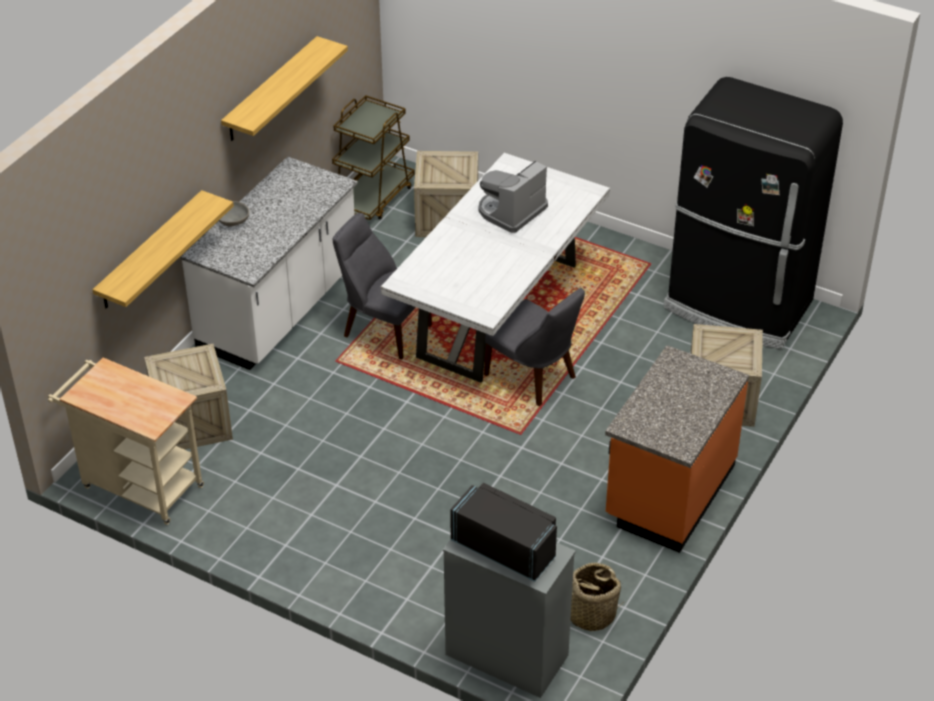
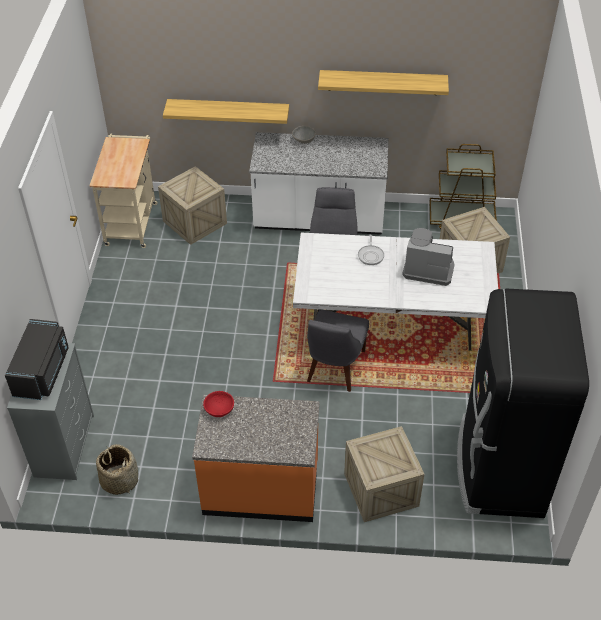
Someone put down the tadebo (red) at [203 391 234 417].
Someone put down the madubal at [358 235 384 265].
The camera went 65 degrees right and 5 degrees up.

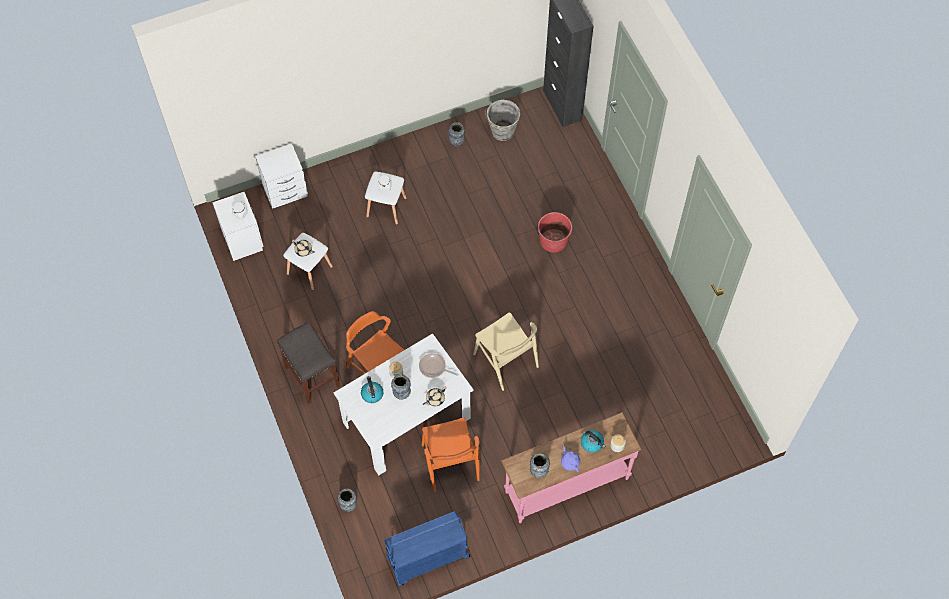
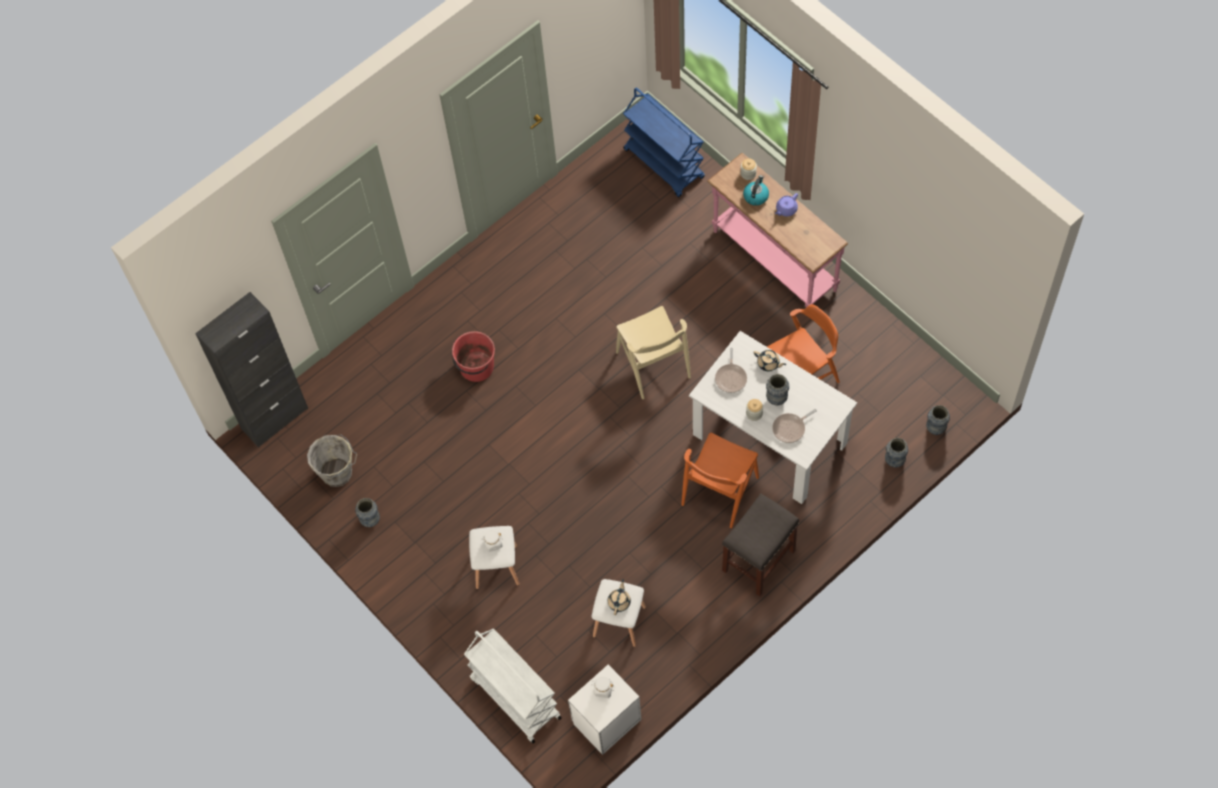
Someone carried the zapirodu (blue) from [384 511 470 586] to [623 88 705 197].
Someone carried the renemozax from [530 453 550 478] to [926 405 950 435].
Someone swapped the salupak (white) at [255 143 308 209] for the zapirodu (white) at [464 629 562 744].
Someone swapped the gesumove at [361 376 383 403] for the madubal at [772 409 817 443].
Someone rotated the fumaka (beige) at [473 312 539 391] by 120 degrees clockwise.
The camera went 105 degrees left and 0 degrees up.

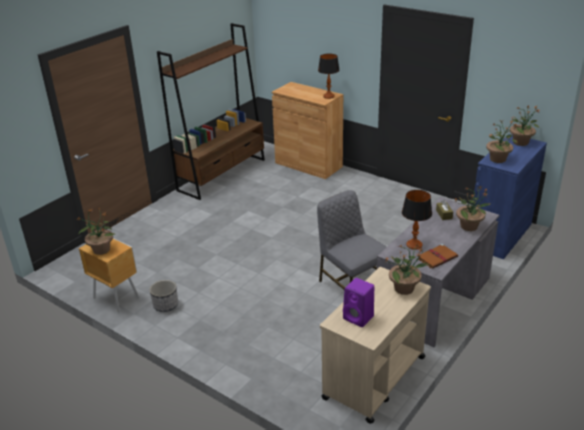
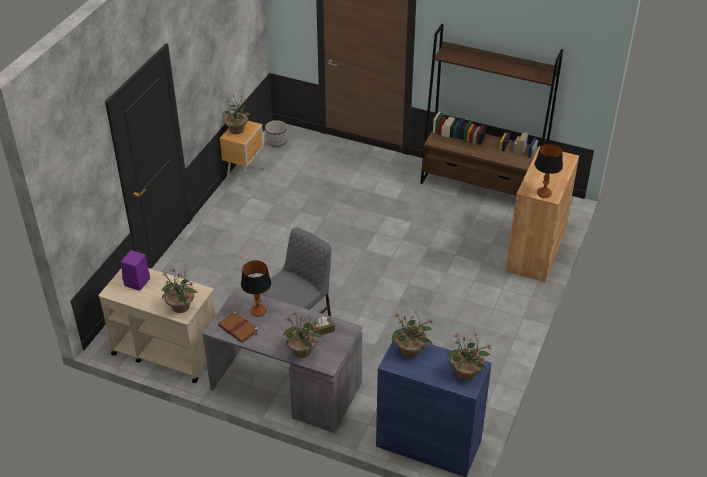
Someone carried the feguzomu from [150 280 178 312] to [265 120 287 147].
The camera went 75 degrees right and 10 degrees up.

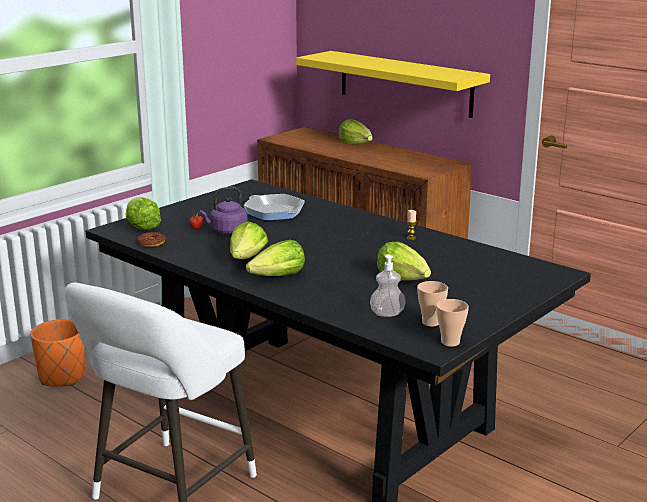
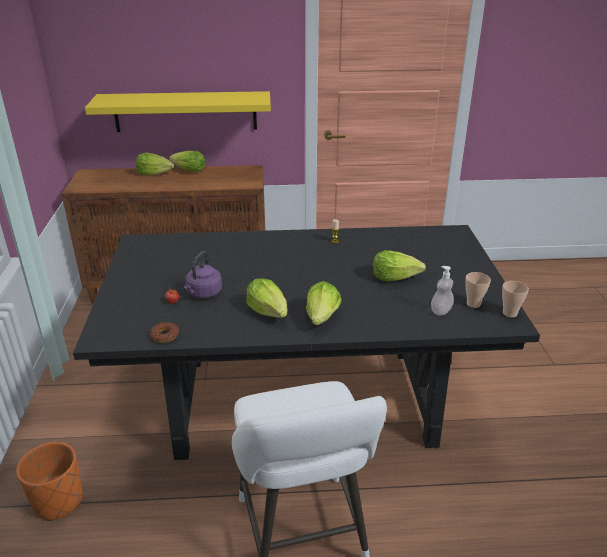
Someone took away the madubal at [243 194 305 221].
Someone carried the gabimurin from [126 197 161 230] to [169 151 205 172].
The camera went 45 degrees left and 10 degrees up.

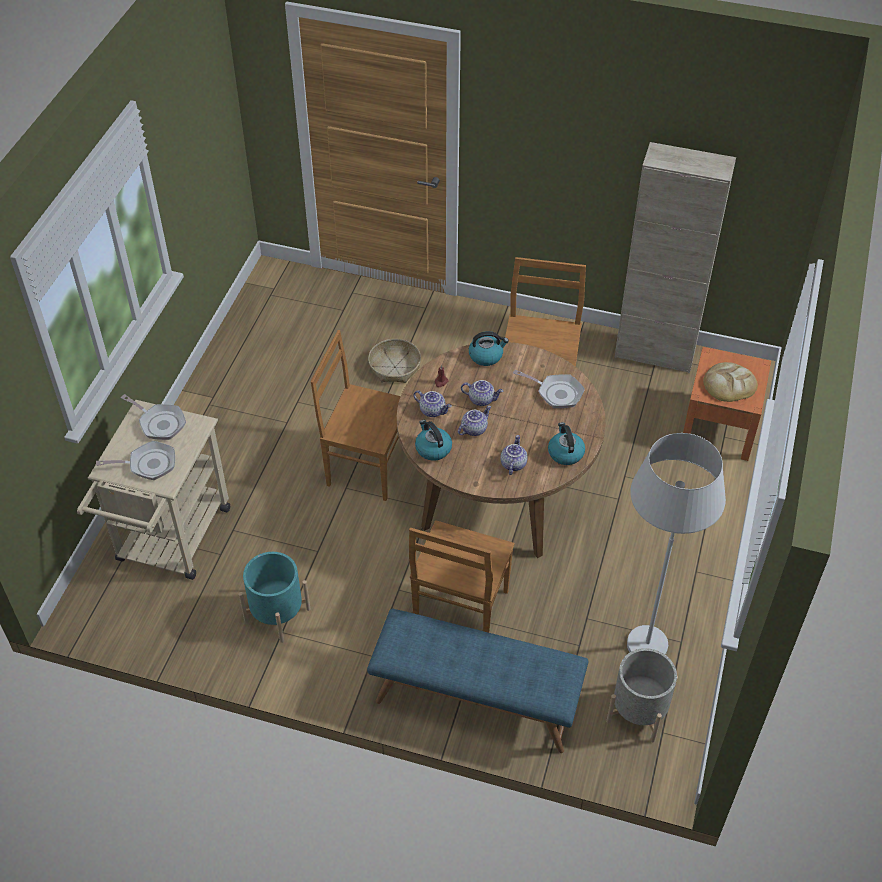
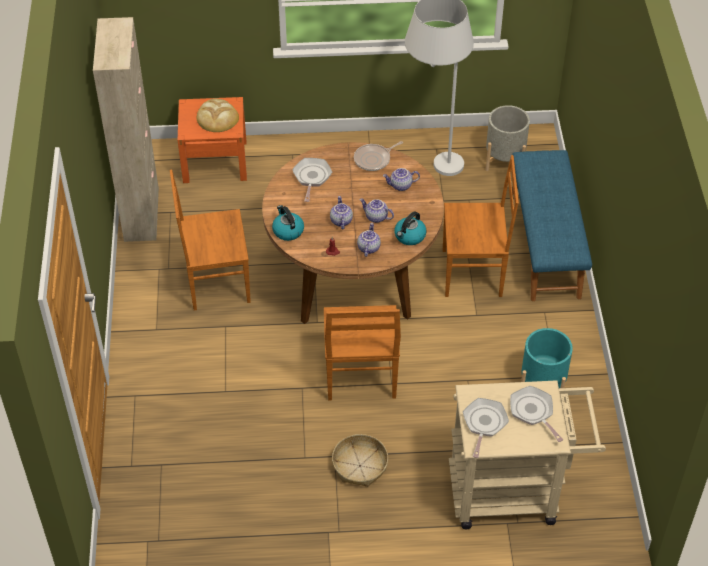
Someone carried the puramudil from [368 339 421 383] to [332 434 388 487].
Someone swapped the gesumove at [548 422 585 465] for the madubal at [354 141 403 171].
The camera went 110 degrees left and 0 degrees up.

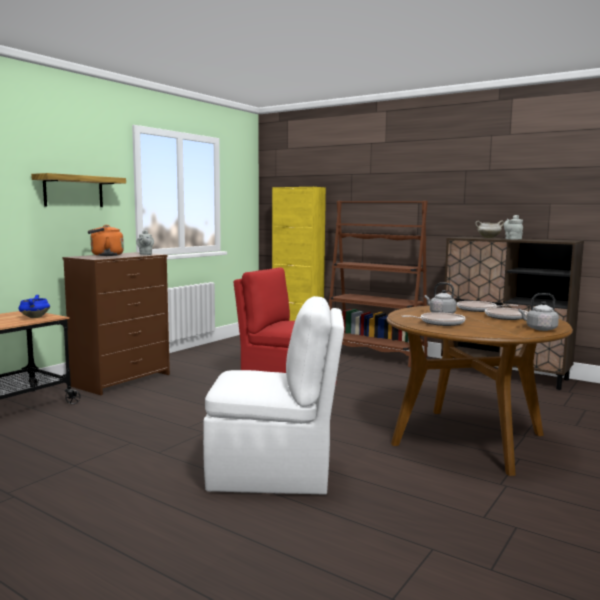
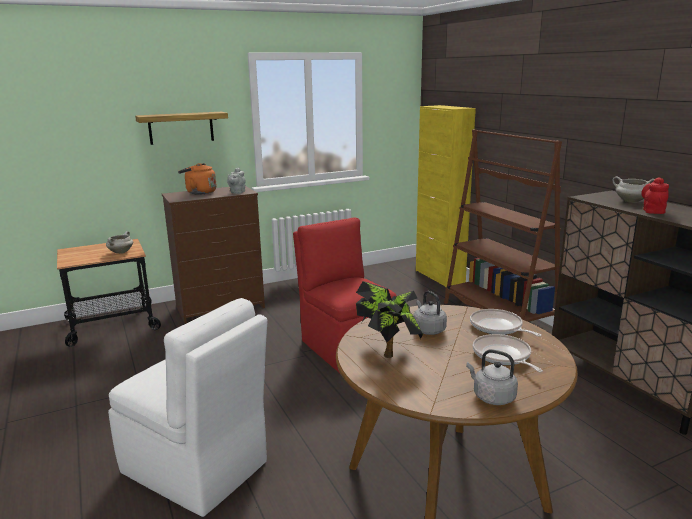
Someone swapped the madubal at [402 312 466 326] for the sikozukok at [356 281 423 358].
Someone repainted the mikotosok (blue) at [18 295 50 318], which became the mikotosok (white) at [106 231 133 254].
Someone repainted the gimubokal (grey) at [504 215 523 240], which became the gimubokal (red) at [641 177 669 214].
The camera went 30 degrees right and 10 degrees up.

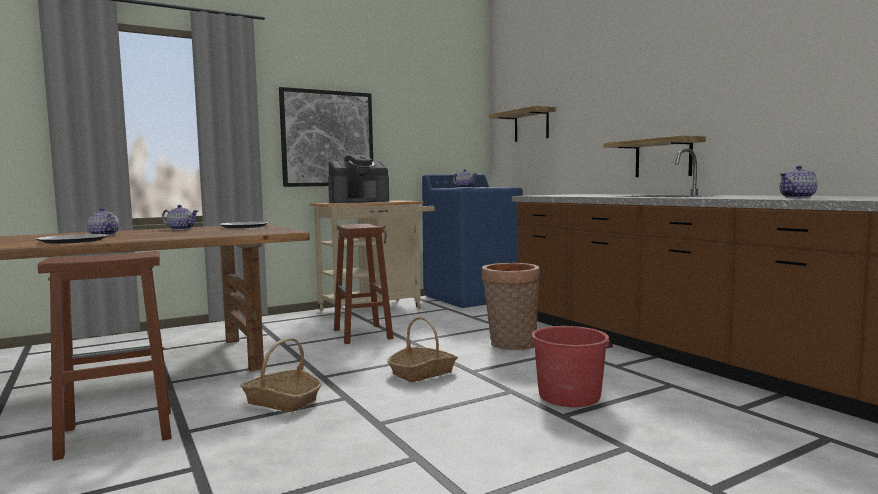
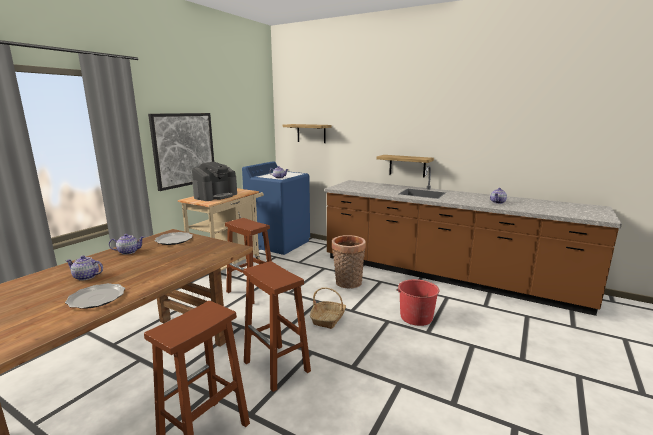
Someone swapped the puramudil at [240 338 322 412] for the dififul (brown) at [243 261 311 392].
The camera went 30 degrees left and 10 degrees up.

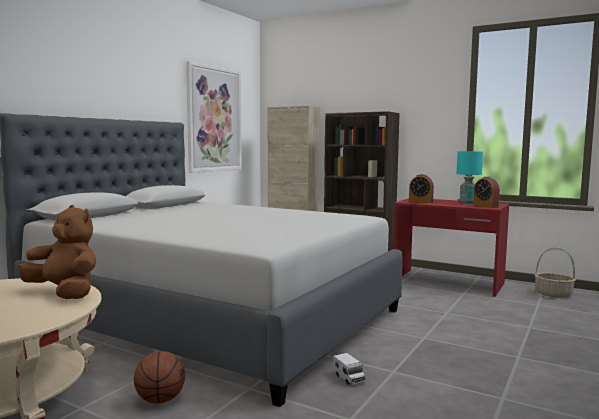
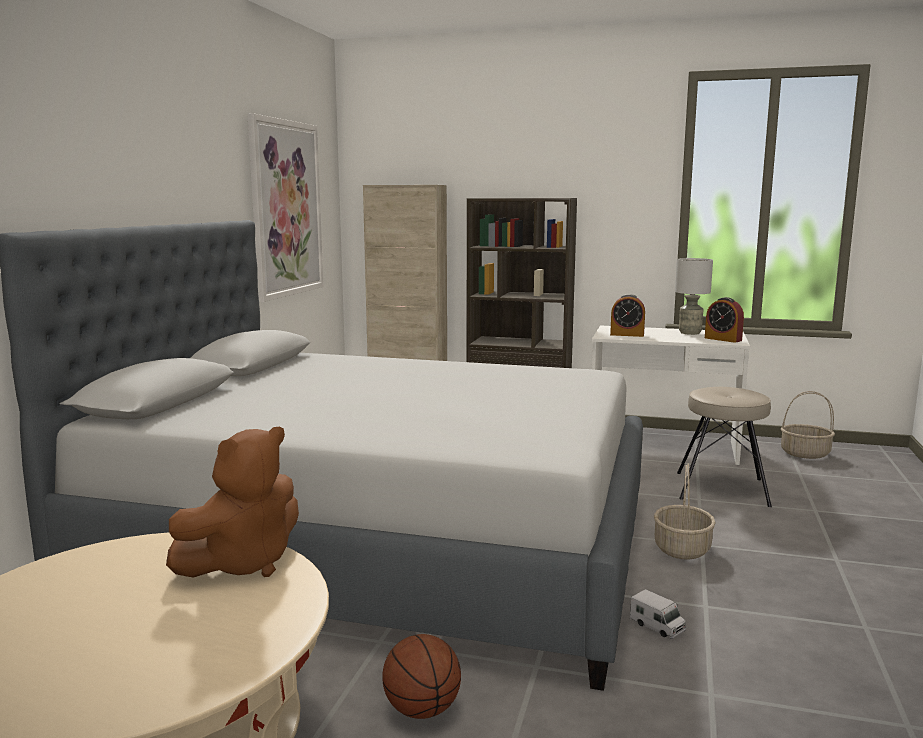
Someone put down the puramudil at [654 463 716 560].
Someone put down the dififul (beige) at [677 387 772 507].
Someone repainted the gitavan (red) at [393 198 510 297], which became the gitavan (white) at [592 325 750 465].
Someone repainted the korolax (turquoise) at [457 151 483 204], which became the korolax (grey) at [675 258 713 335].
Someone rotated the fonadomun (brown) at [17 205 96 299] by 120 degrees clockwise.
The camera went 15 degrees left and 5 degrees up.

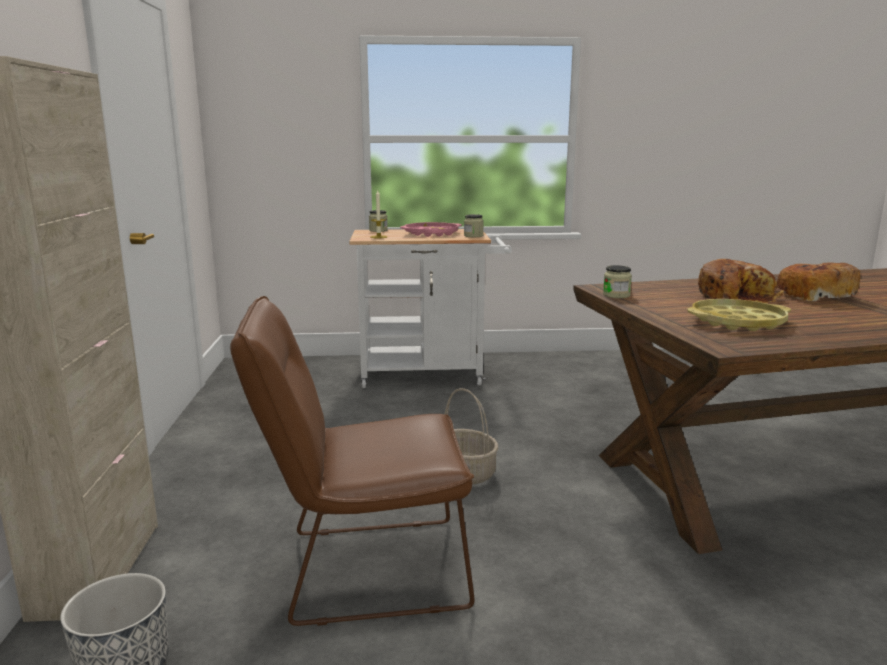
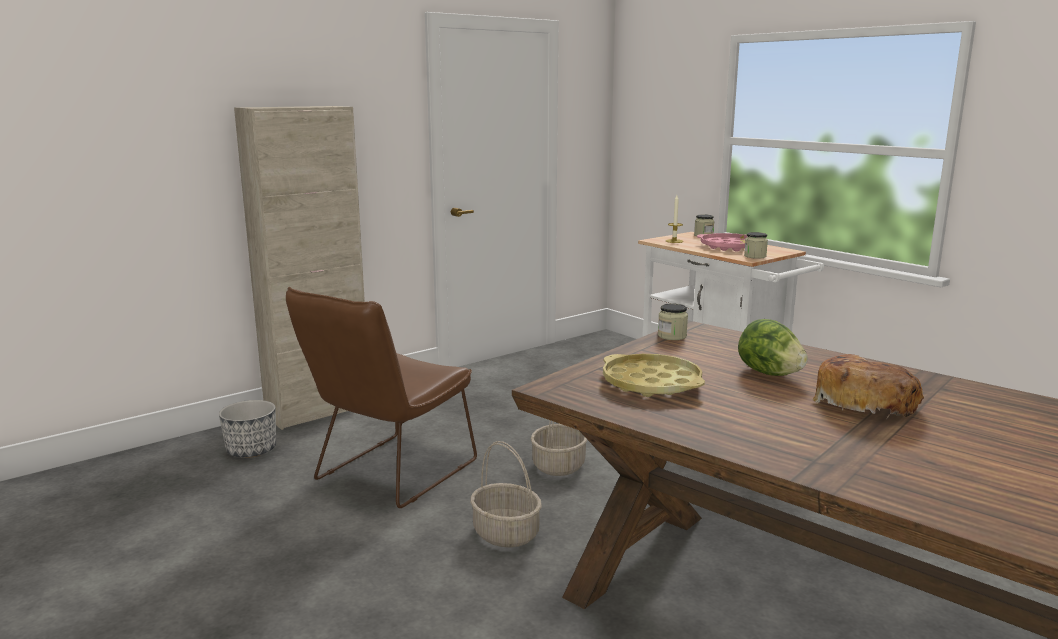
Someone put down the puramudil at [470 441 542 548].
Someone swapped the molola at [698 259 784 303] for the gabimurin at [738 319 808 376].
Someone rotated the fumaka (brown) at [230 296 474 626] by 105 degrees counterclockwise.
The camera went 55 degrees right and 0 degrees up.

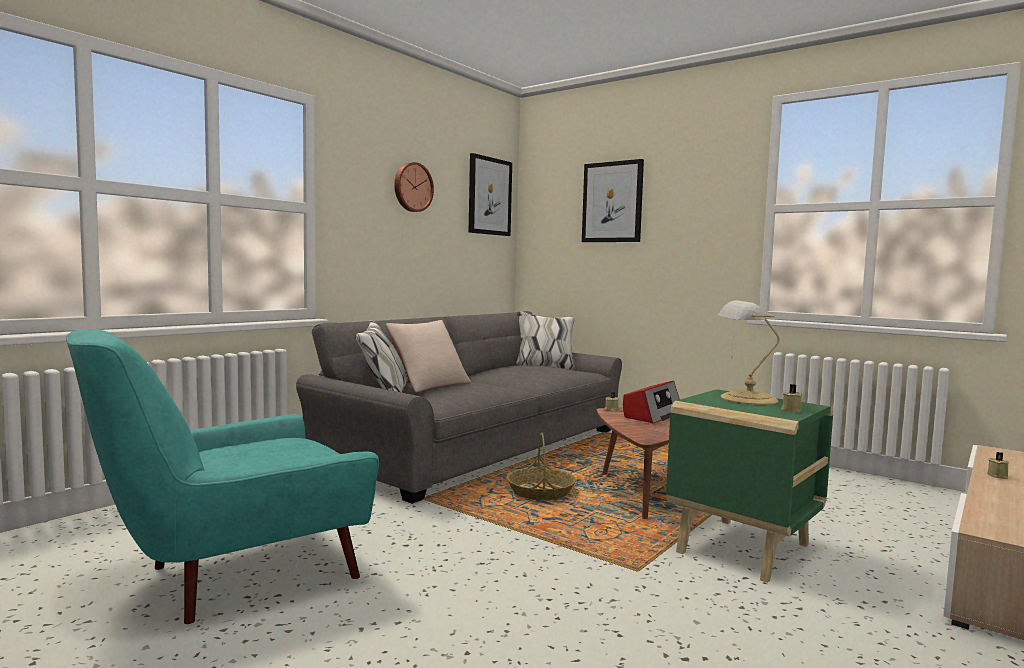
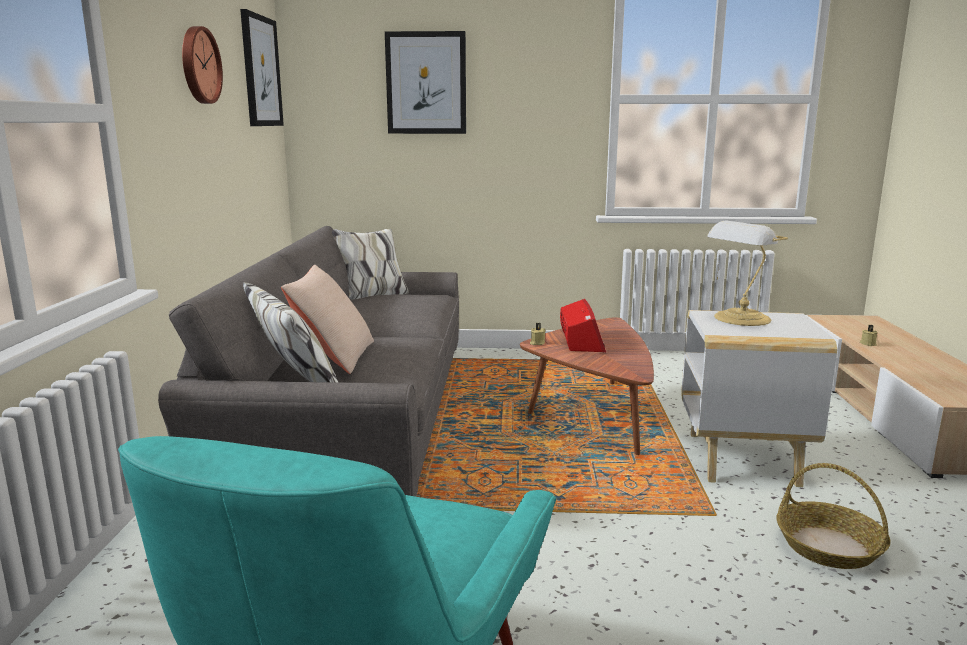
Someone took away the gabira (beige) at [781 384 802 412].
Someone carried the puramudil from [506 433 576 500] to [777 463 891 569].
Someone repainted the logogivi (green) at [666 389 833 583], which became the logogivi (white) at [681 310 837 487].
The camera went 35 degrees left and 10 degrees up.

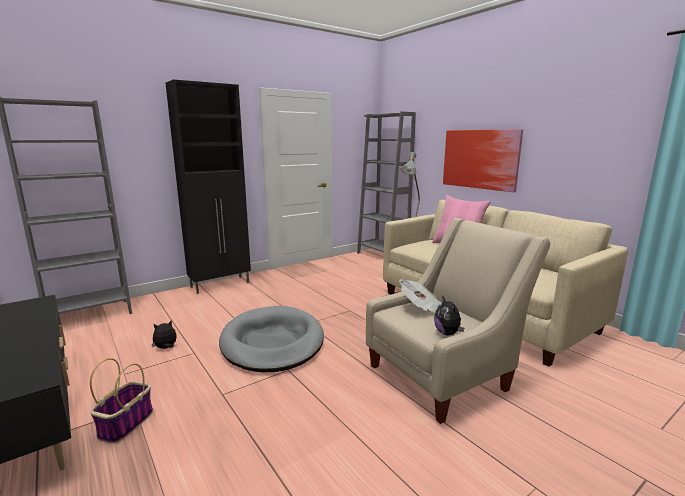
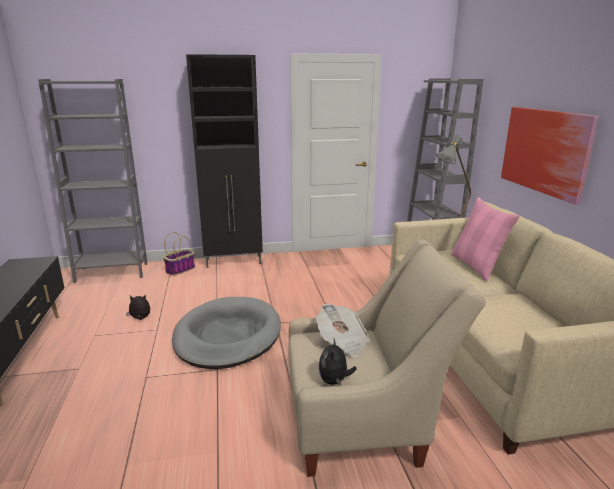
Someone carried the puramudil from [90 358 153 444] to [163 232 195 276].
The camera went 25 degrees right and 5 degrees up.

